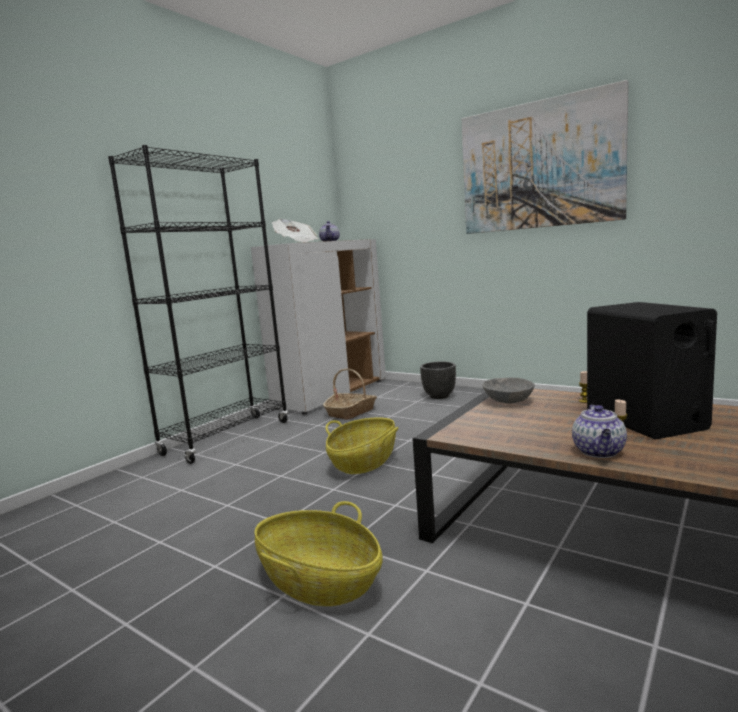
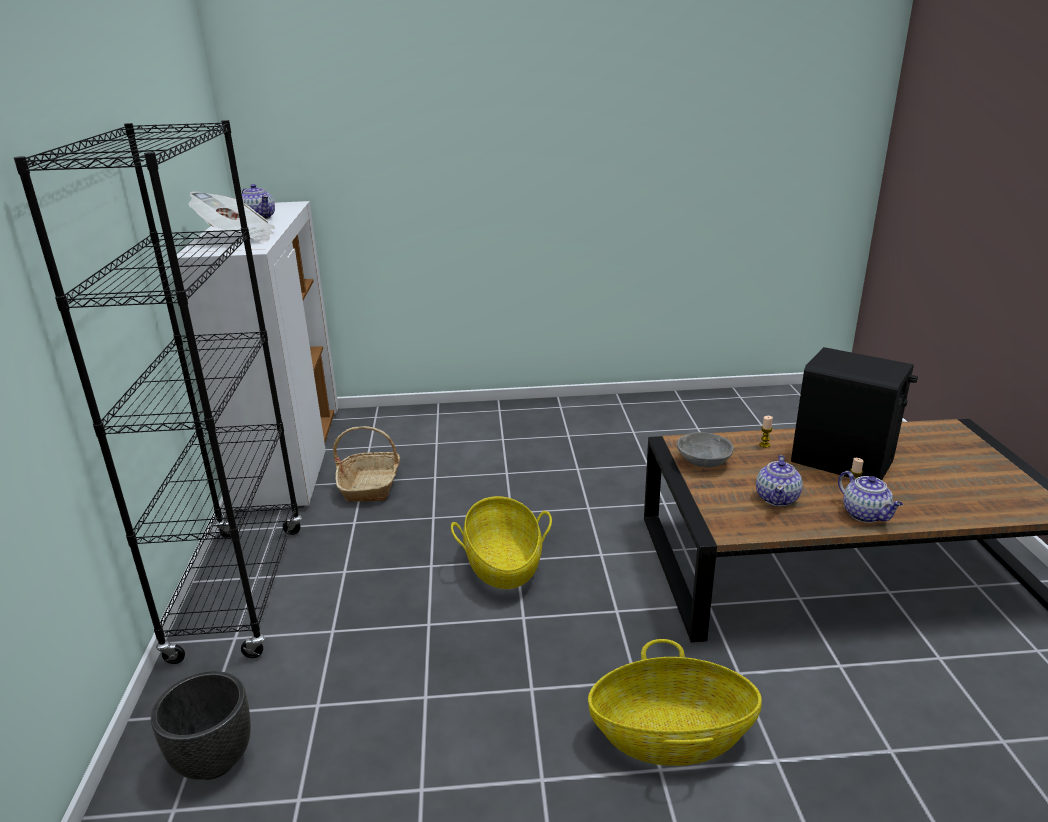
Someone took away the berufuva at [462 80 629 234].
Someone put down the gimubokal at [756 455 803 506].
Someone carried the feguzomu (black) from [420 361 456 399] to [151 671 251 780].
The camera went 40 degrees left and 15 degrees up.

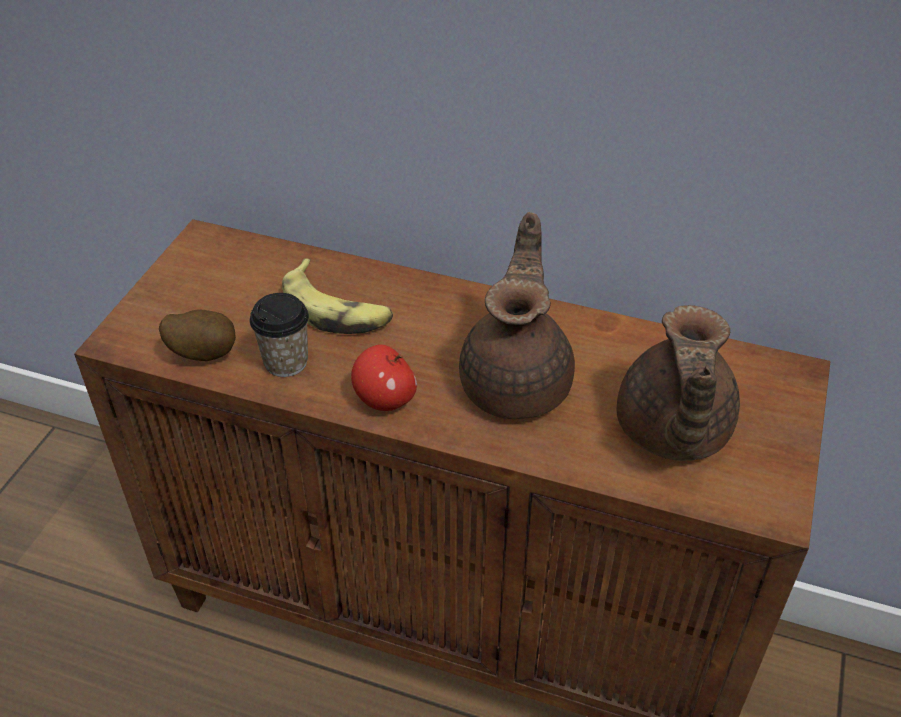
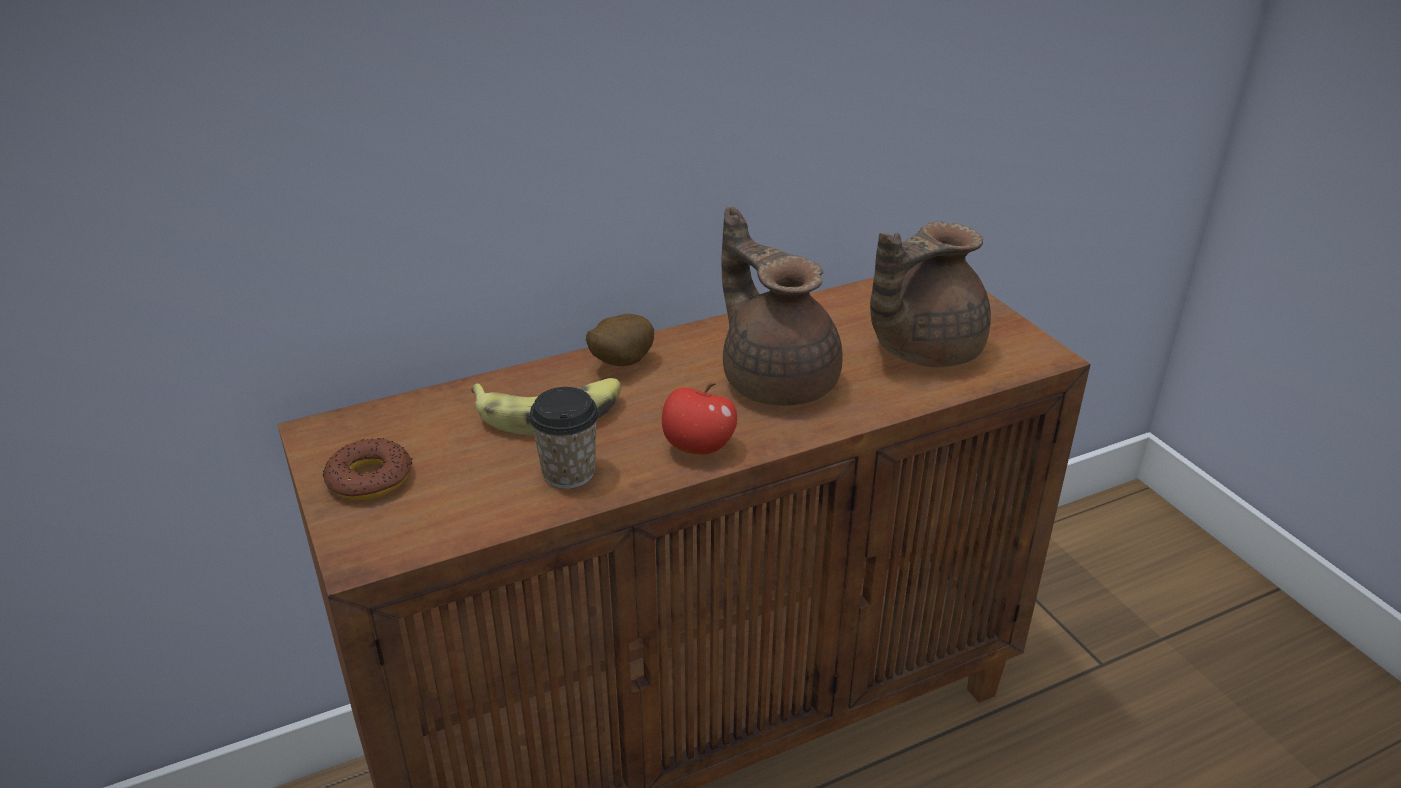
Someone put down the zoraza at [323 438 412 500].
Someone carried the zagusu from [159 309 236 361] to [586 314 654 366].
Someone rotated the gimubokal (brown) at [616 305 740 461] by 90 degrees clockwise.
The camera went 45 degrees left and 10 degrees down.

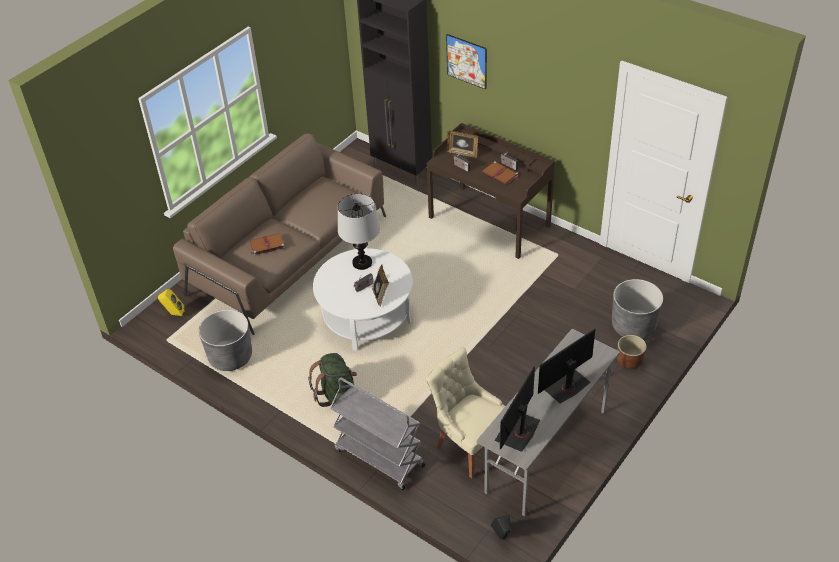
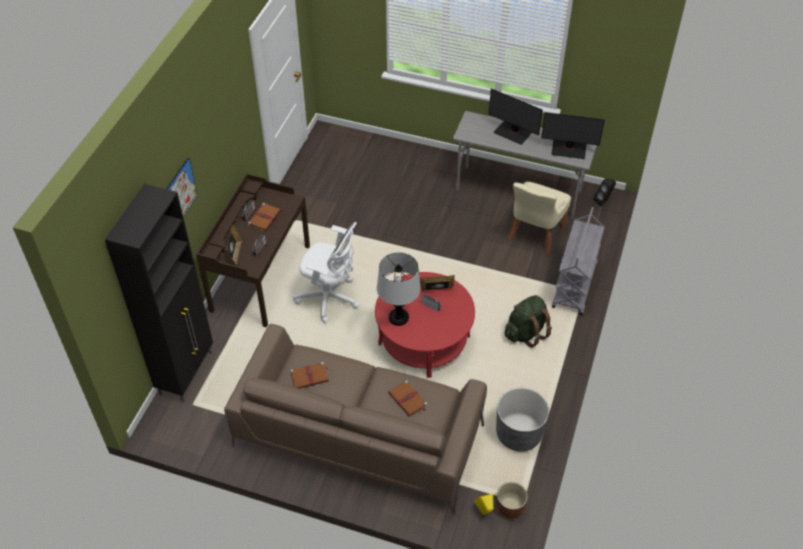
Someone took away the feguzomu (grey) at [612 279 663 339].
Someone put down the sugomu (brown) at [290 362 329 389].
Someone put down the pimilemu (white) at [293 222 359 324].
Someone carried the feguzomu (brown) from [617 335 647 369] to [497 482 528 519].
Someone repainted the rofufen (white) at [313 248 413 351], which became the rofufen (red) at [375 272 475 378].
The camera went 110 degrees left and 5 degrees up.

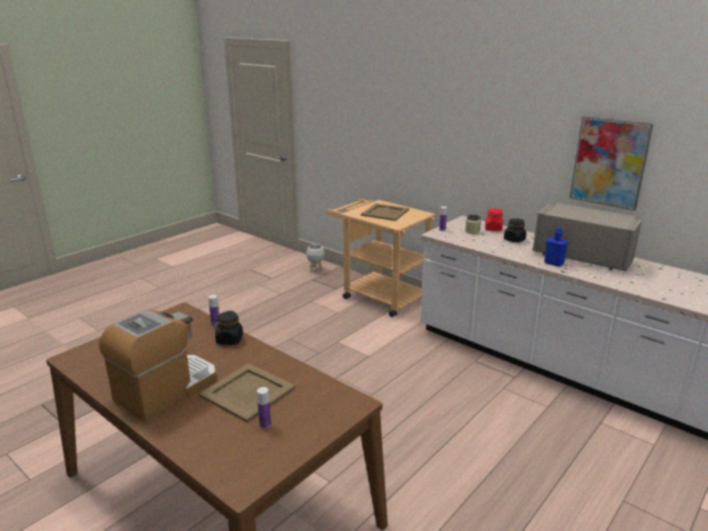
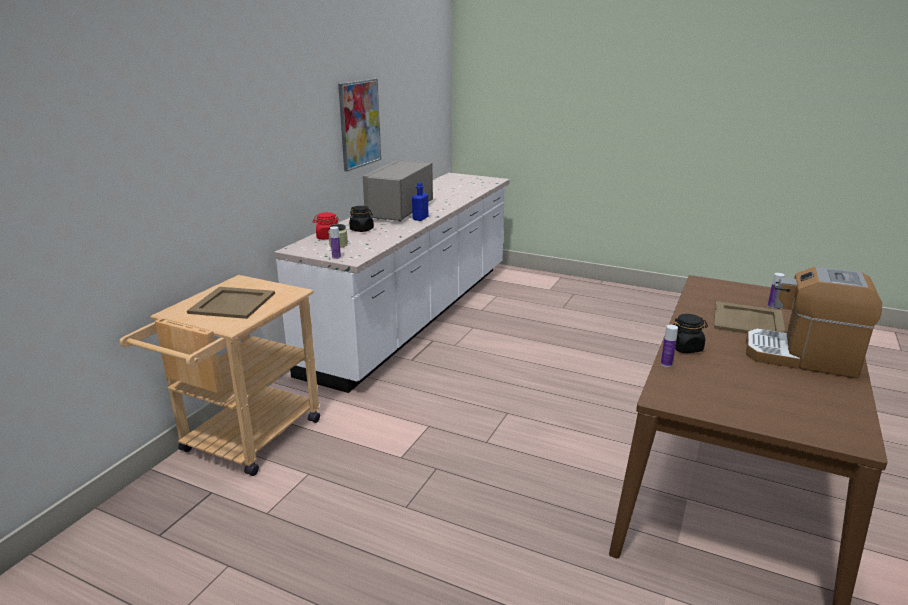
Someone took away the feguzomu (white) at [306 244 325 272].
The camera went 105 degrees left and 0 degrees up.

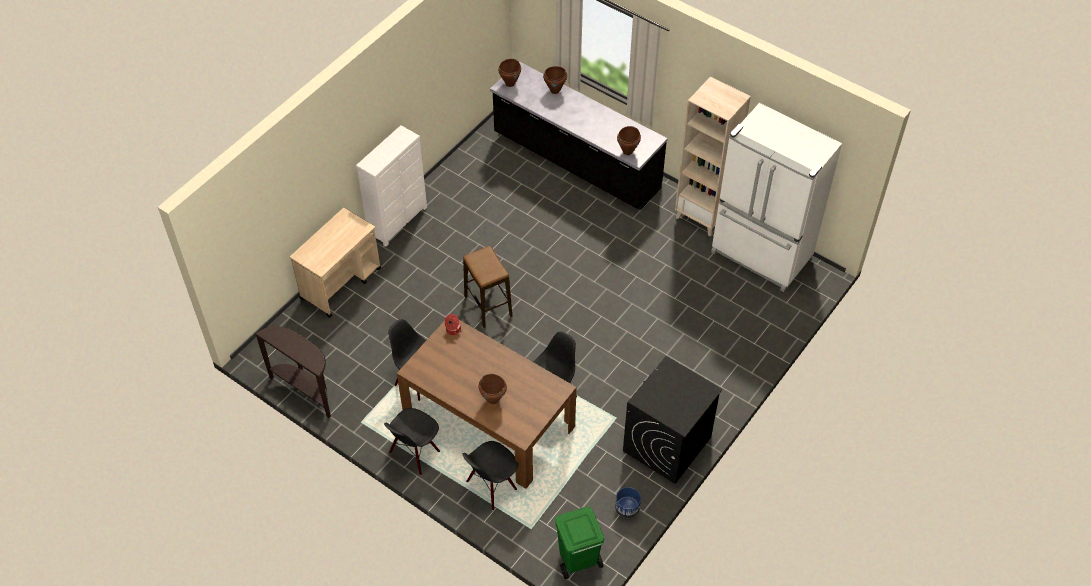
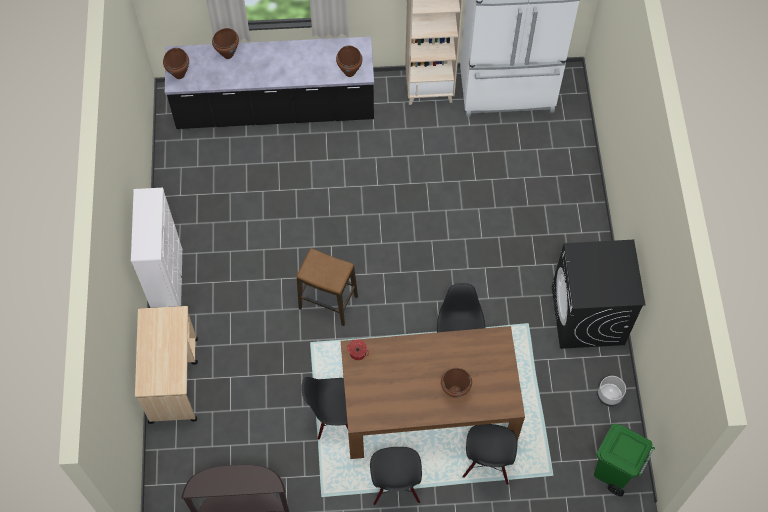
Someone repainted the feguzomu (blue) at [615 487 641 518], which became the feguzomu (grey) at [597 376 626 407].
The camera went 40 degrees left and 10 degrees up.

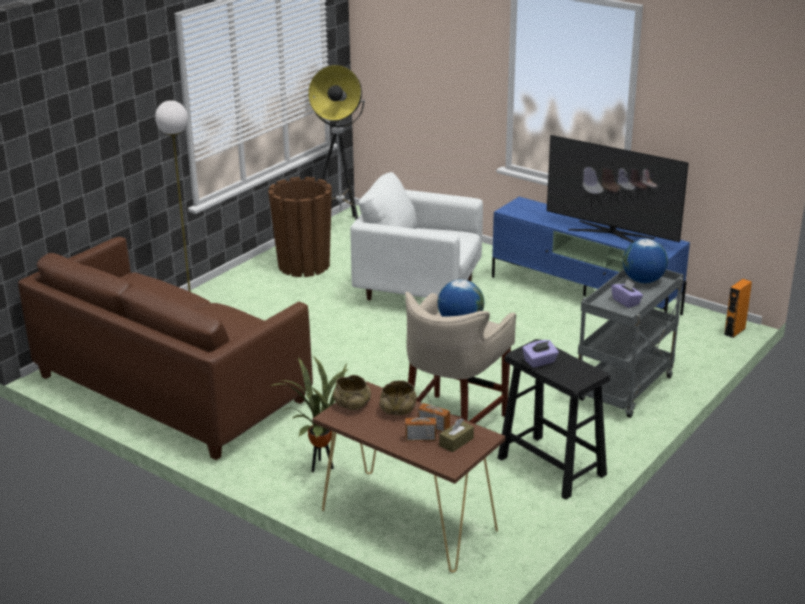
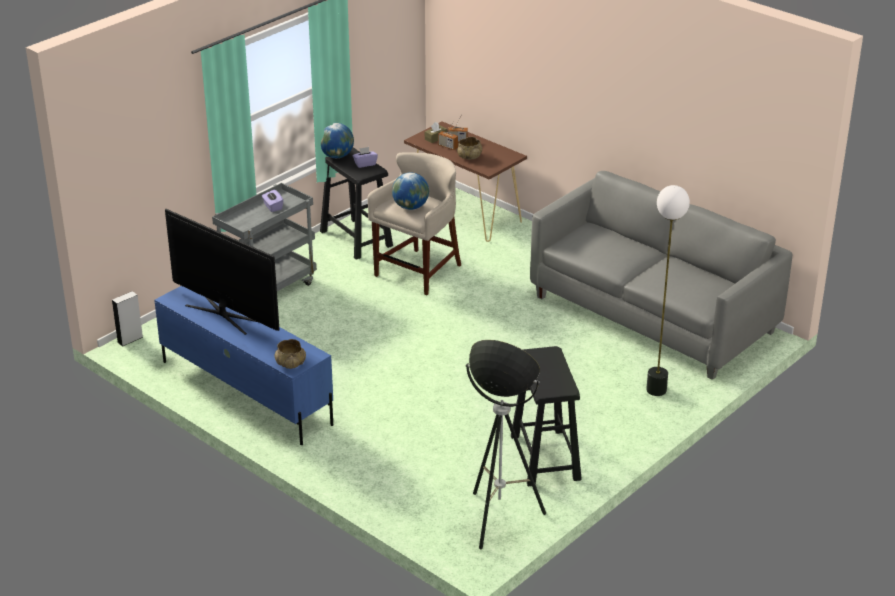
Someone took away the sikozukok at [271 356 349 472].
Someone took away the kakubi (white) at [350 172 483 300].
Someone carried the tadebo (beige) from [333 375 371 410] to [275 339 306 369].
Someone carried the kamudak from [622 239 668 283] to [321 123 354 158].
Someone swapped the feguzomu (brown) at [268 177 332 277] for the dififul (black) at [511 346 582 486].
Someone repainted the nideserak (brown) at [18 237 313 460], which became the nideserak (grey) at [530 171 792 380].
Someone repainted the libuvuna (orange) at [724 279 752 338], which became the libuvuna (grey) at [112 291 143 347].
The camera went 175 degrees left and 5 degrees up.

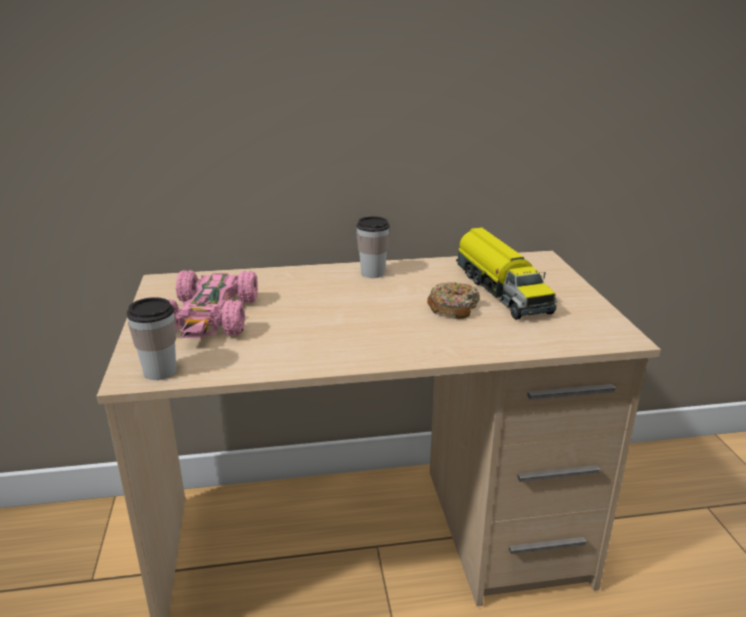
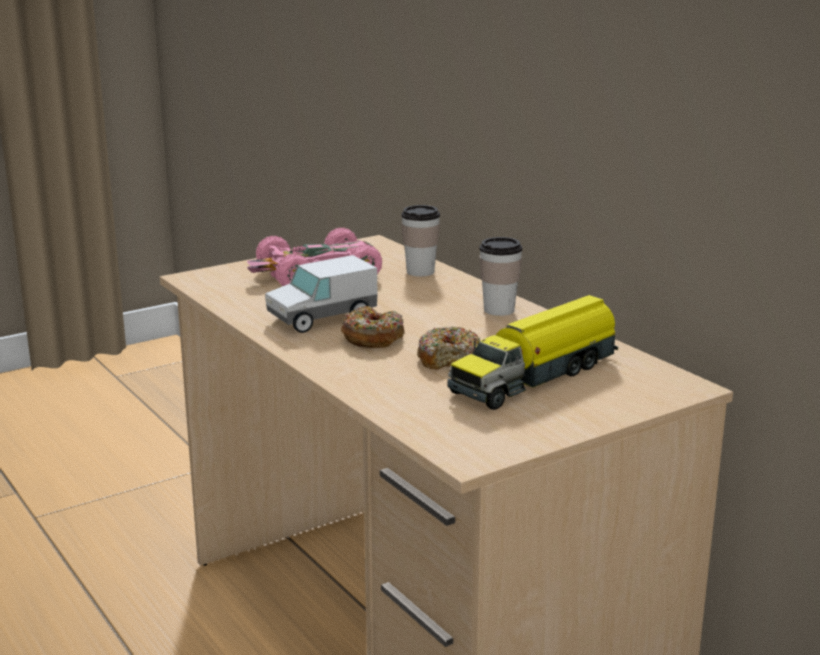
Someone put down the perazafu at [265 255 377 333].
Someone put down the zoraza at [341 306 405 348].
Someone carried the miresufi from [127 297 176 380] to [401 205 440 277].
The camera went 65 degrees right and 5 degrees down.

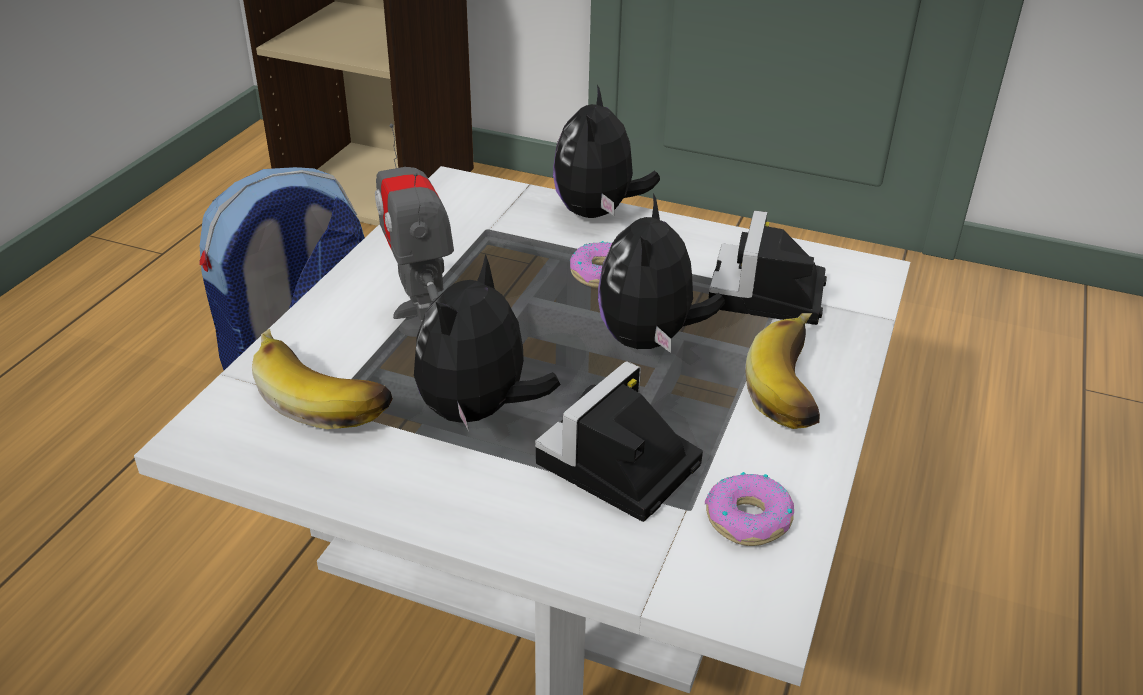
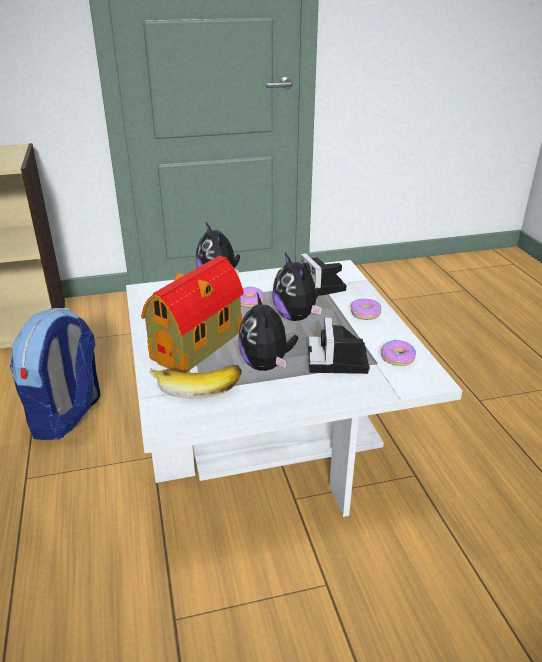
Someone swapped the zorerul at [375 124 454 337] for the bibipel at [141 256 244 372].
Someone swapped the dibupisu at [745 313 820 429] for the zoraza at [350 298 381 320].
The camera went 35 degrees left and 5 degrees down.

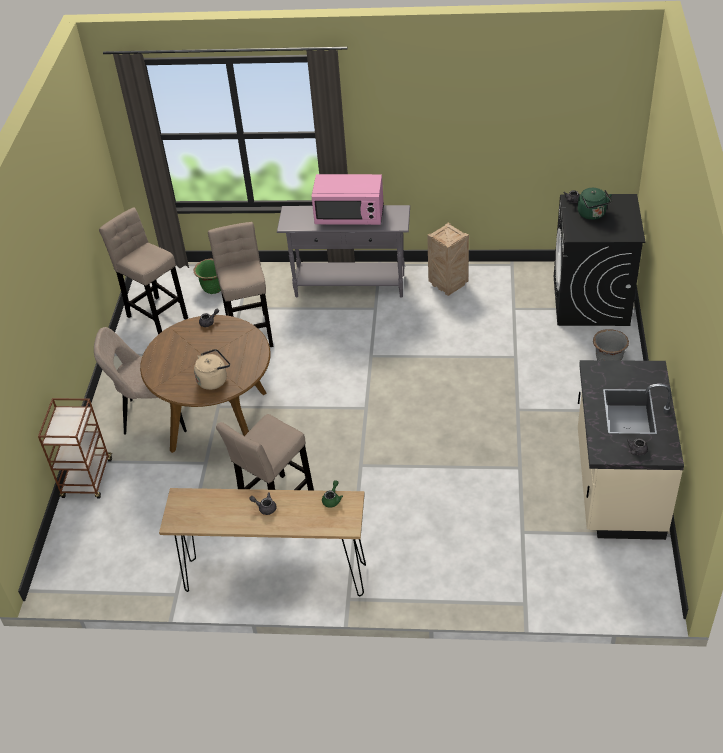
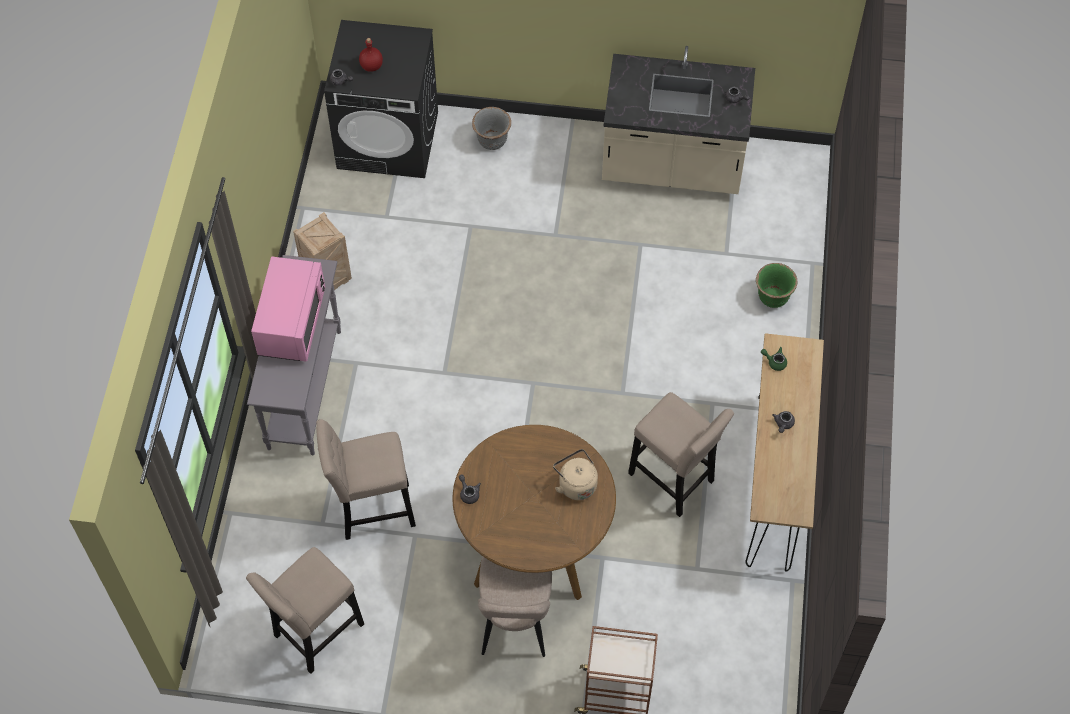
Someone carried the feguzomu (green) from [193 259 221 294] to [756 263 798 308].
Someone swapped the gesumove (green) at [578 188 612 220] for the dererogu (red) at [359 38 383 72].
The camera went 90 degrees left and 15 degrees up.

